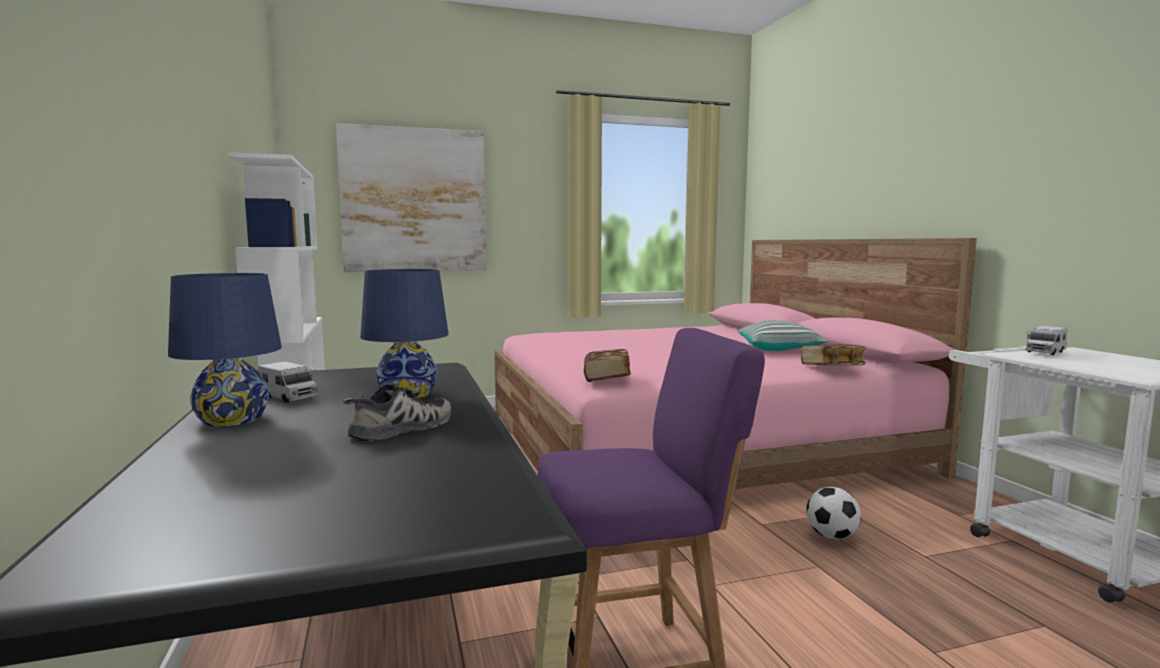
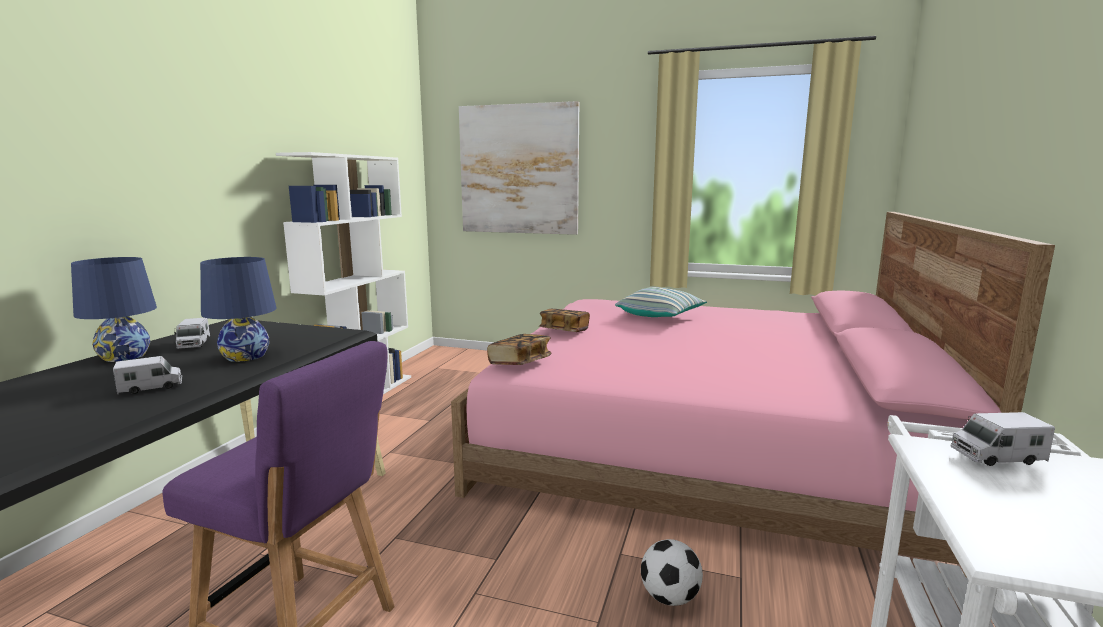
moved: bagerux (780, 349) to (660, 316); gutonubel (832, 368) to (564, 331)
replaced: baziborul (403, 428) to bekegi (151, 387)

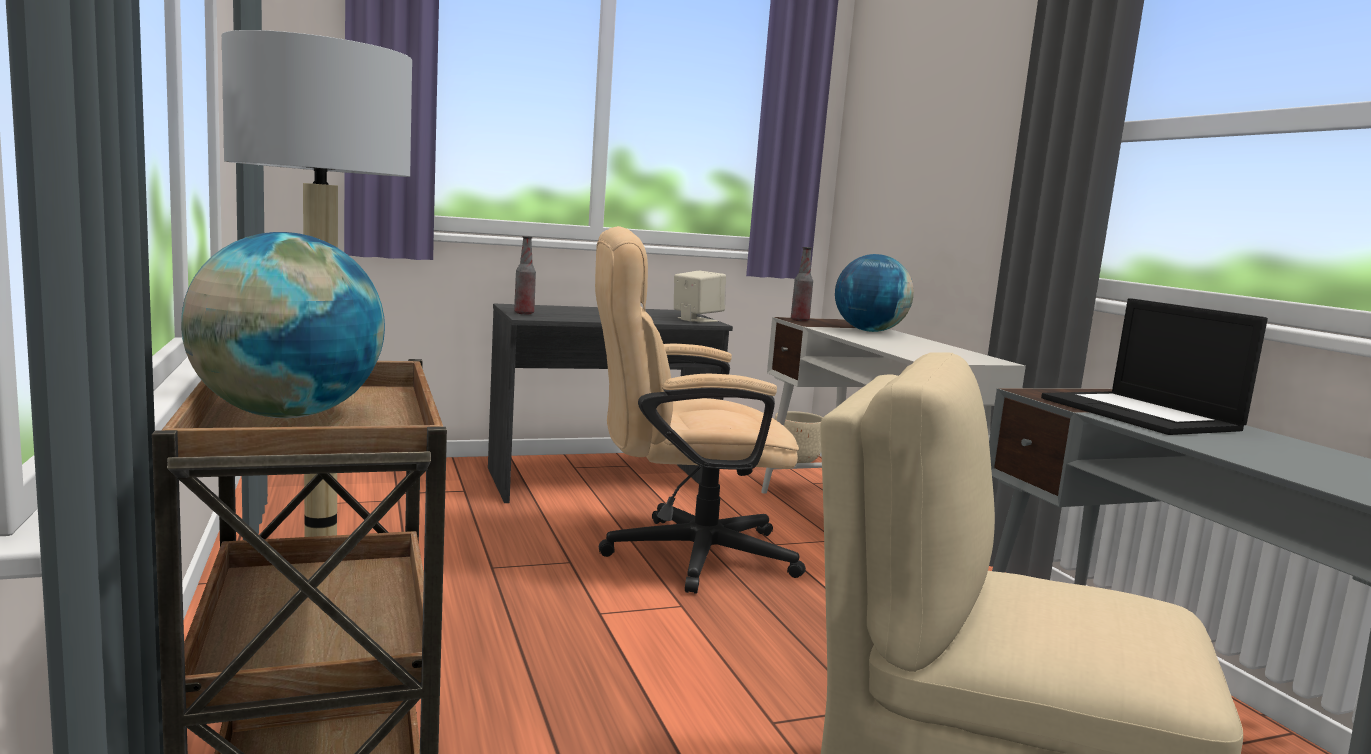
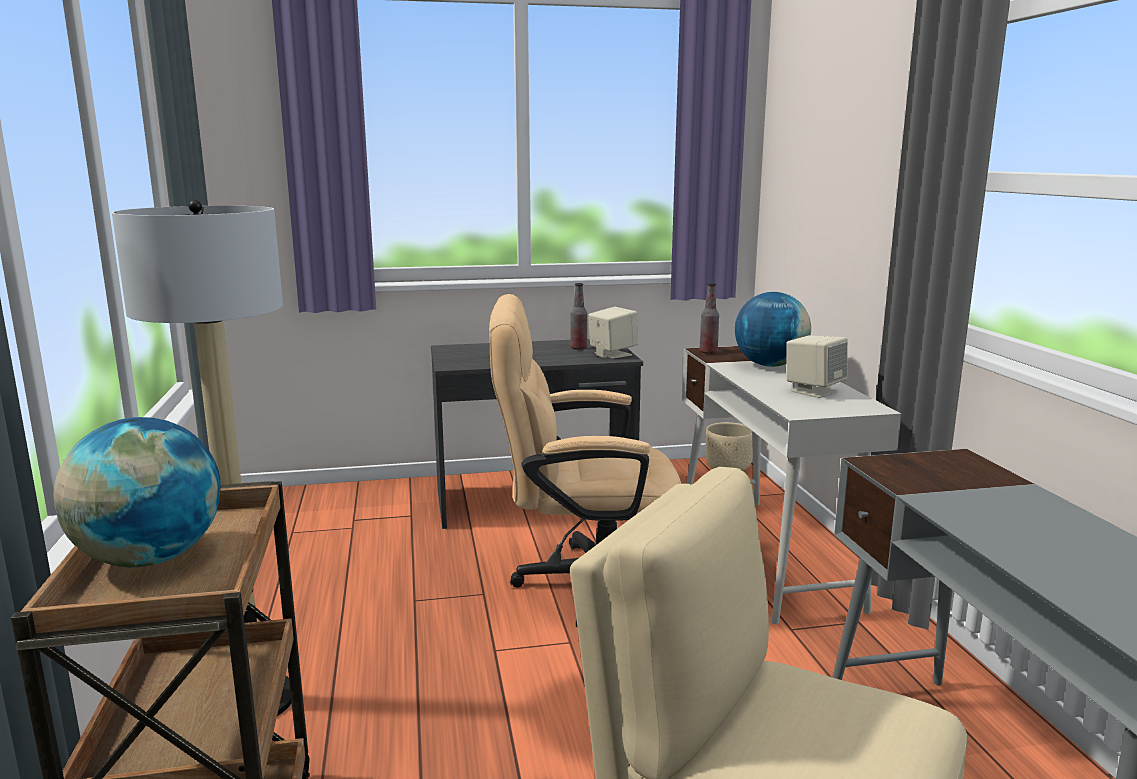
removed: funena (1142, 414)
added: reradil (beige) (814, 391)
moved: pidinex (524, 313) to (578, 348)

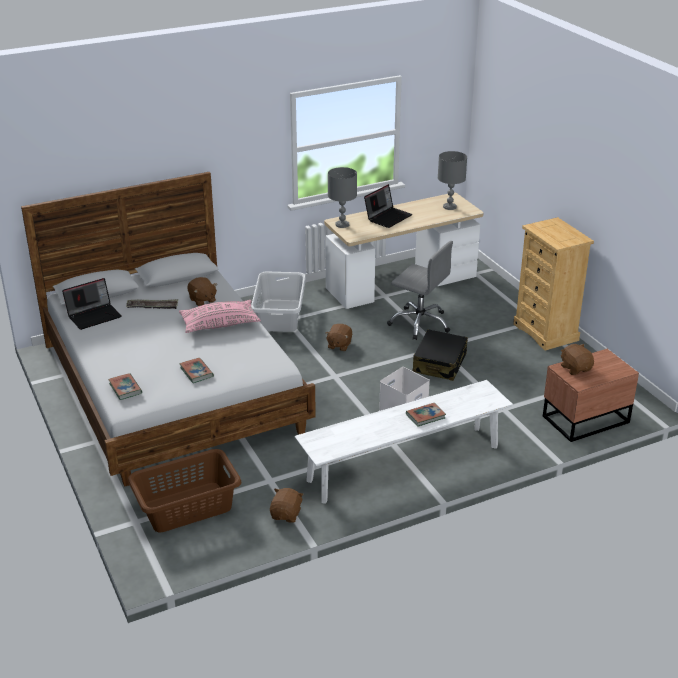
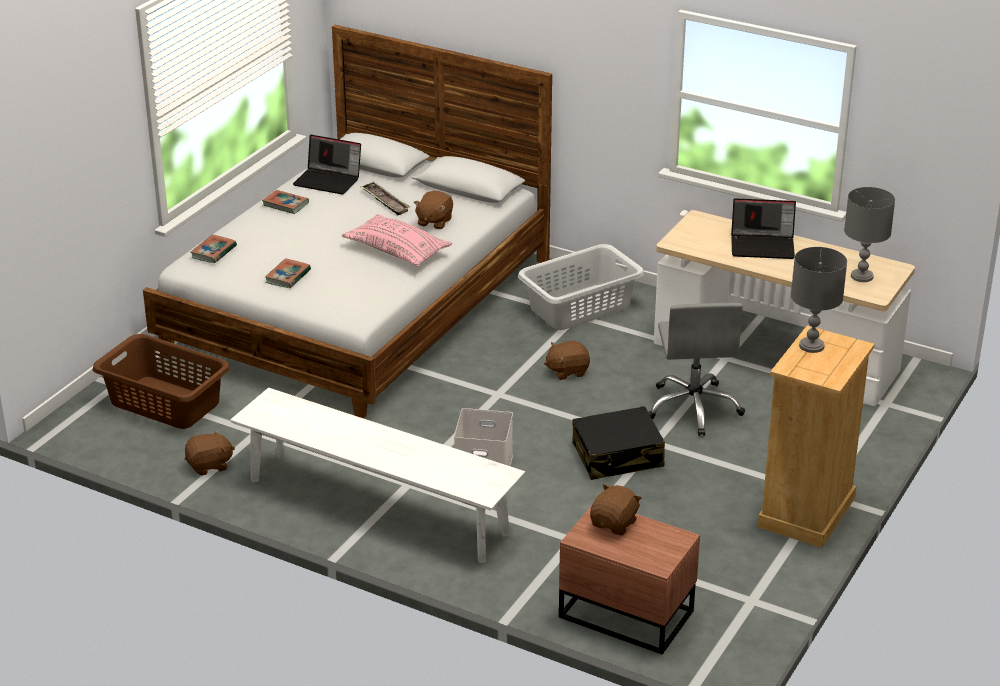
moved: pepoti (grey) (342, 224) to (811, 345); gutonubel (425, 416) to (285, 204)

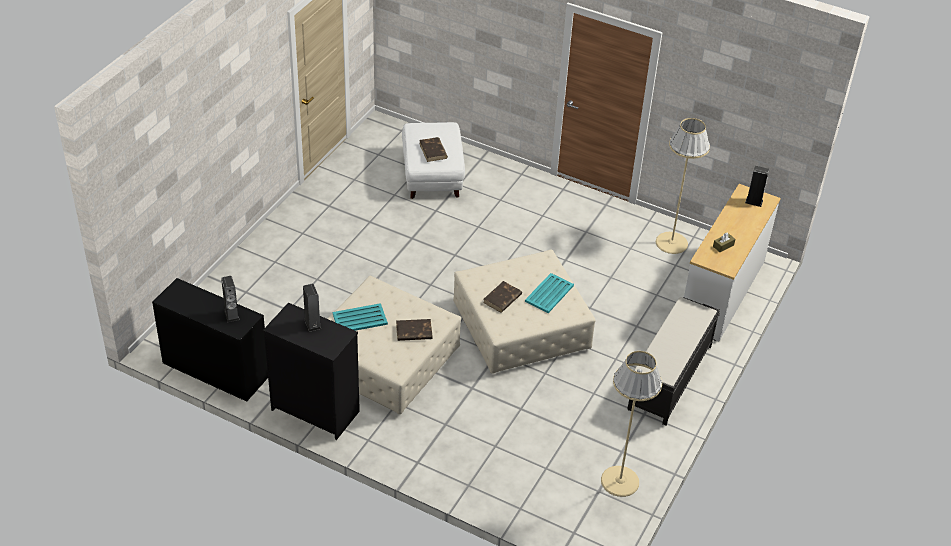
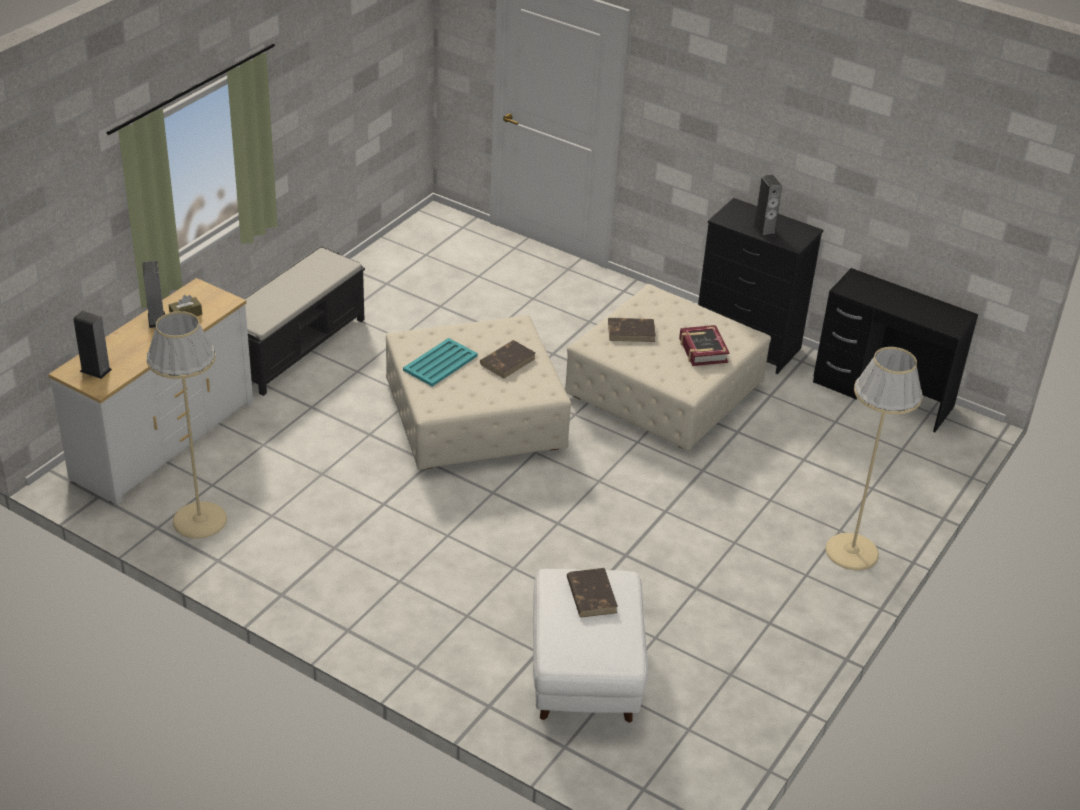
moved: reradil (231, 315) to (157, 320); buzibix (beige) (619, 481) to (852, 551)
replaced: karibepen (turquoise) (360, 319) to gutonubel (702, 350)

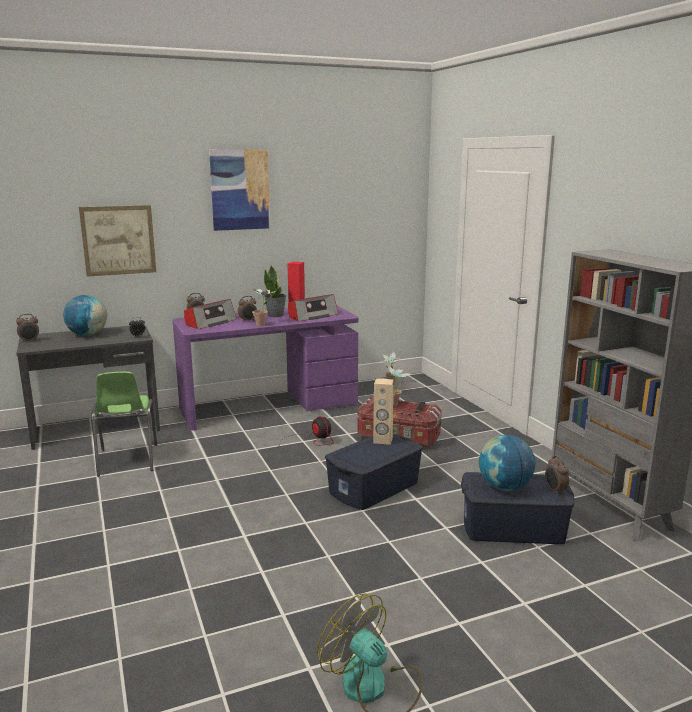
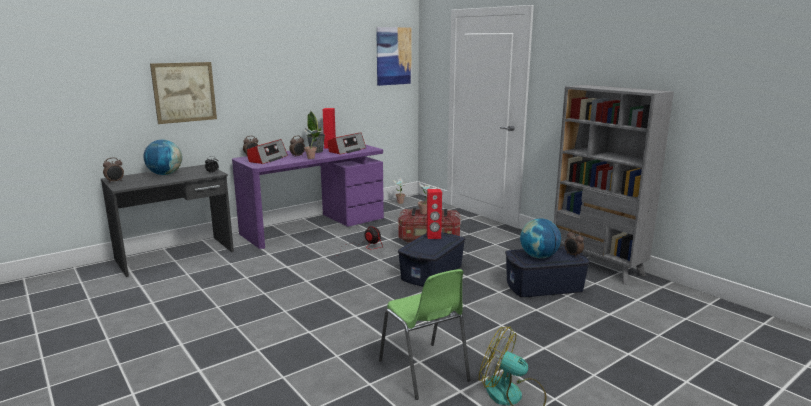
moved: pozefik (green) (127, 460) to (424, 371); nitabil (240, 190) to (393, 56)
recoloured: reradil (beige) (383, 440) to reradil (red) (433, 236)

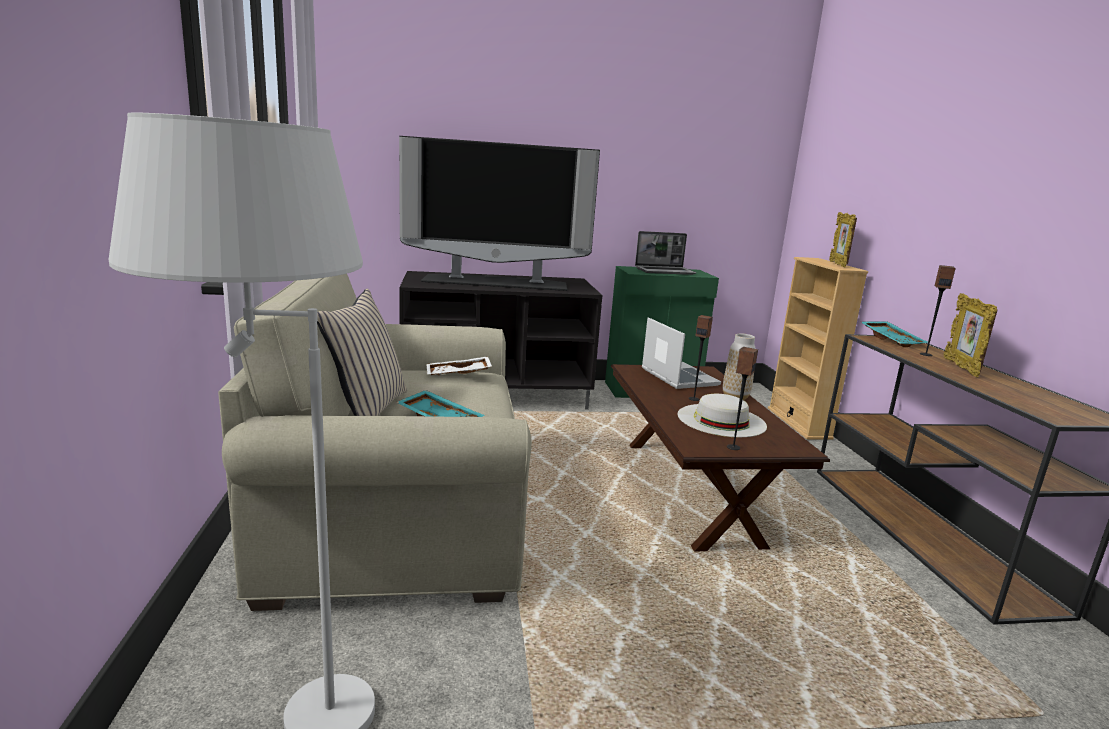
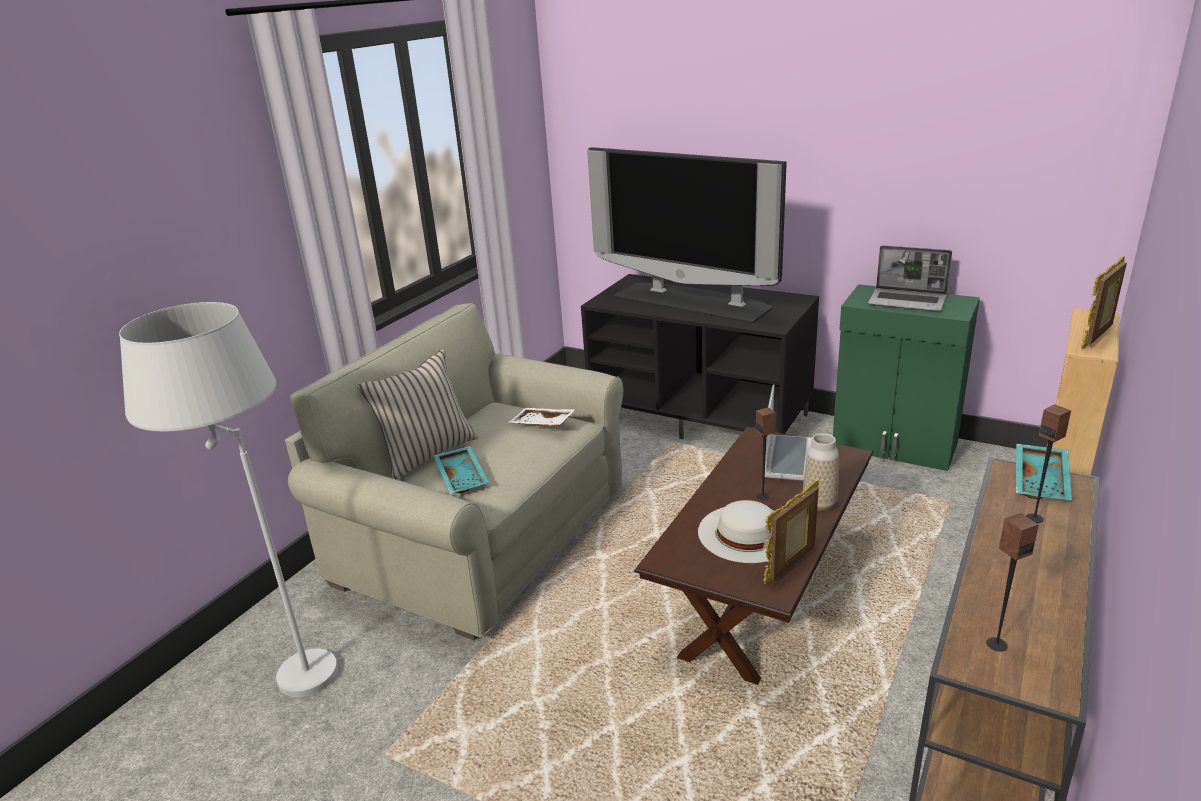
moved: reradil (733, 447) to (996, 644); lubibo (961, 367) to (791, 565)

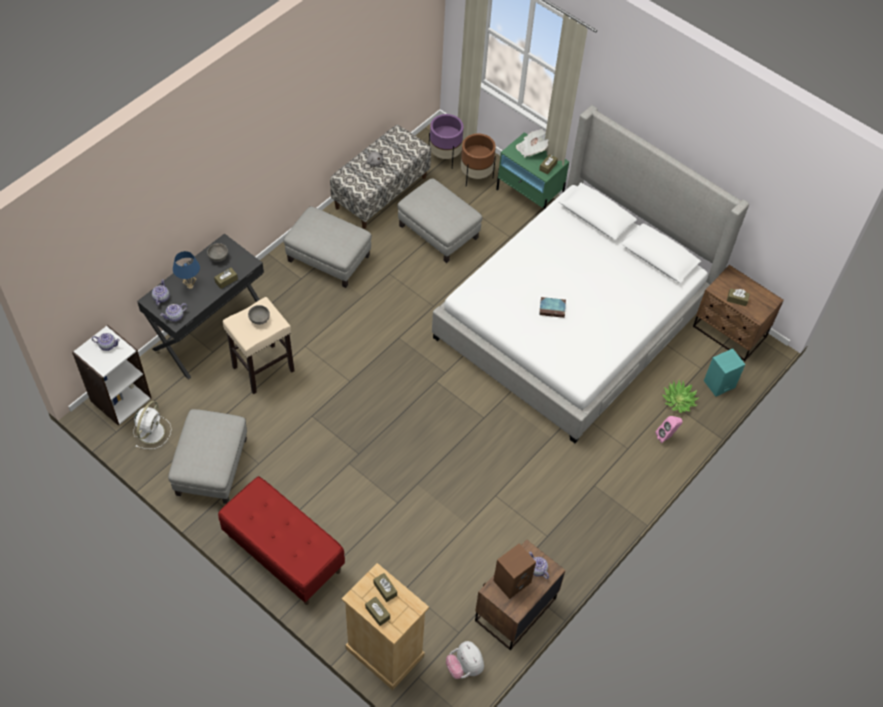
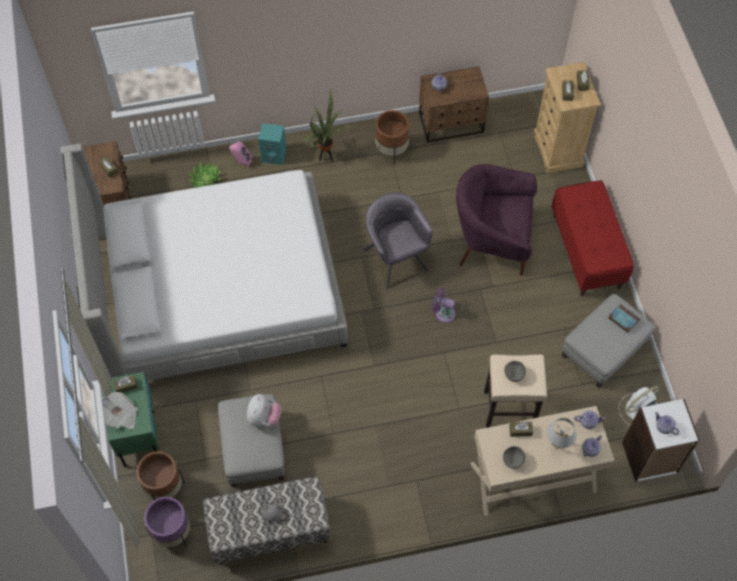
removed: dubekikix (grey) (329, 258); reradil (brown) (512, 580)
added: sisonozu (326, 157); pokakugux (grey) (396, 259); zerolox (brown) (391, 150); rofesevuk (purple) (443, 313); pokakugux (purple) (493, 240)
moved: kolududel (464, 667) to (264, 418); gutonubel (553, 308) to (622, 319); reradil (turquoise) (719, 385) to (274, 155)
recoloured: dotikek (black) (210, 330) to dotikek (beige) (533, 478); pepoti (blue) (190, 286) to pepoti (white) (557, 445)

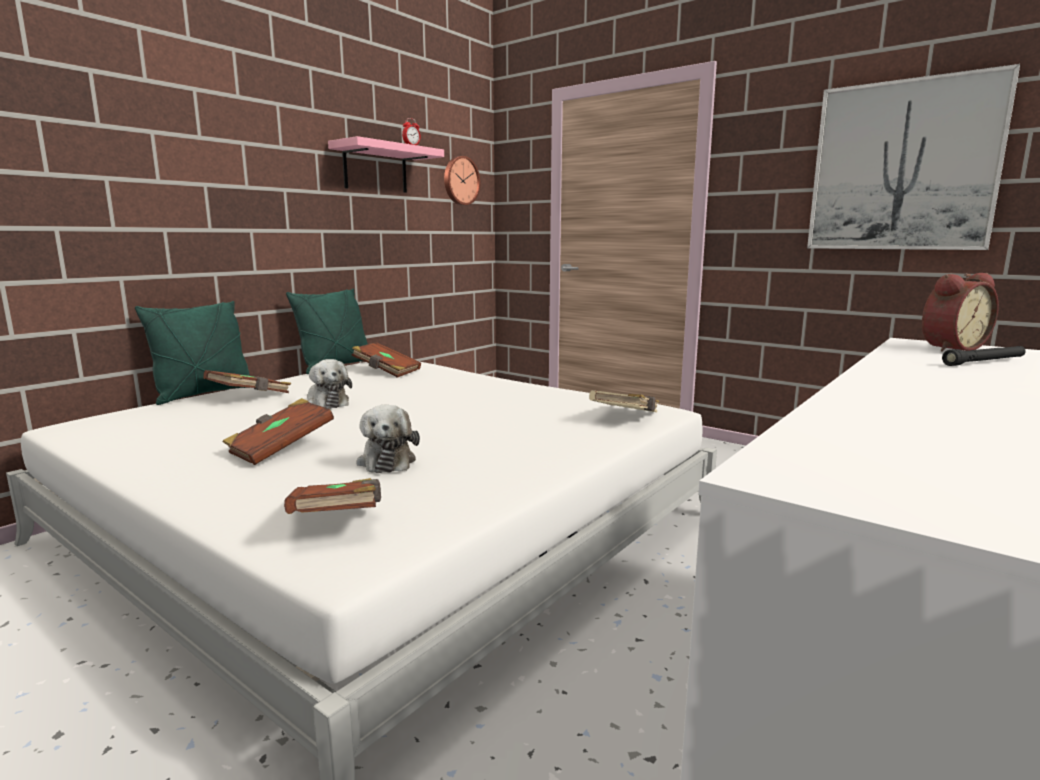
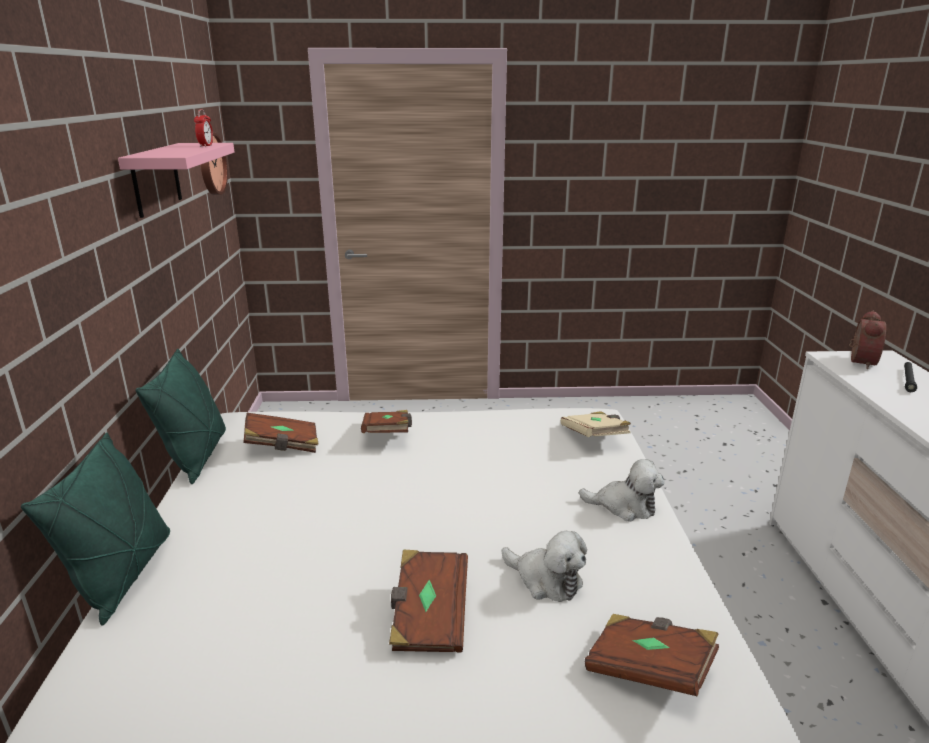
removed: nitabil (903, 166)
moved: gutonubel (brown) (250, 396) to (388, 434); kolududel (326, 402) to (624, 506)

